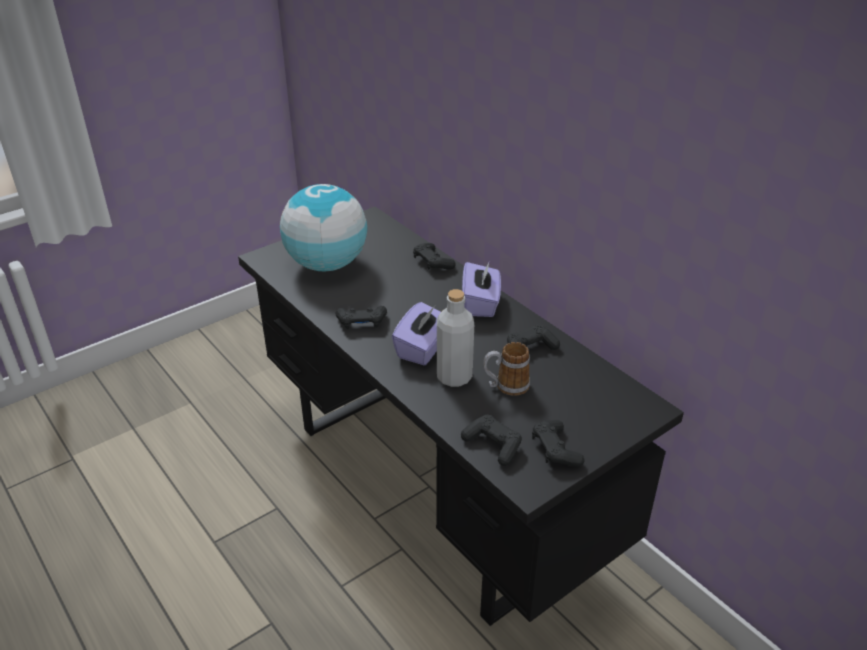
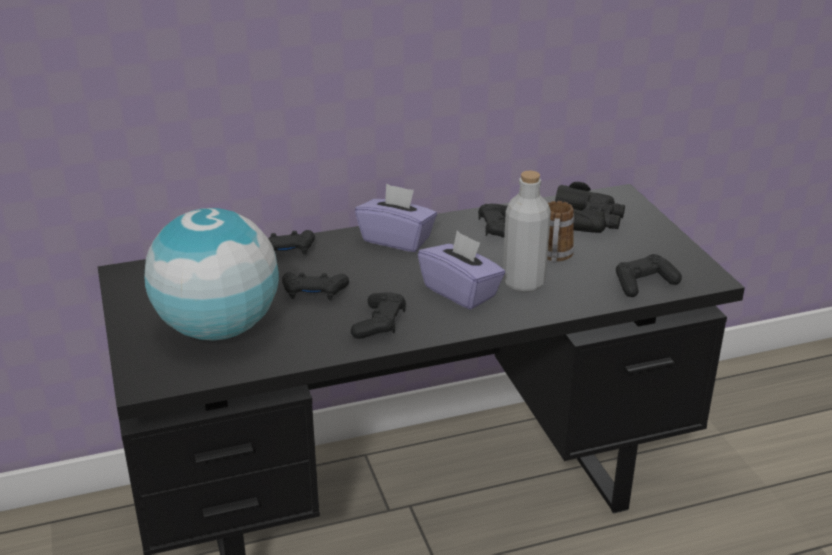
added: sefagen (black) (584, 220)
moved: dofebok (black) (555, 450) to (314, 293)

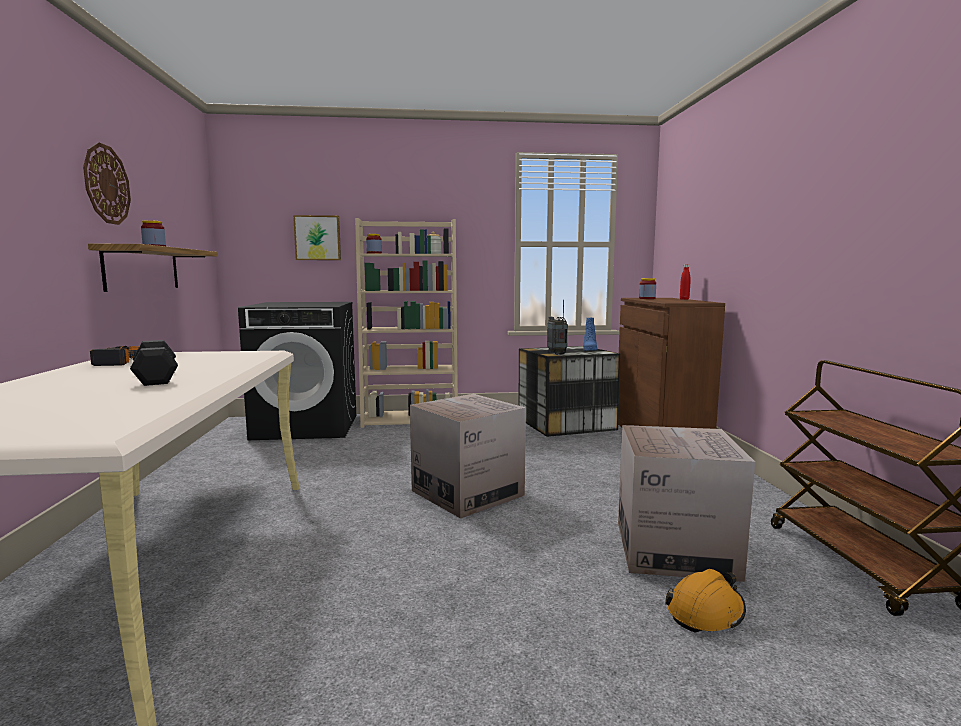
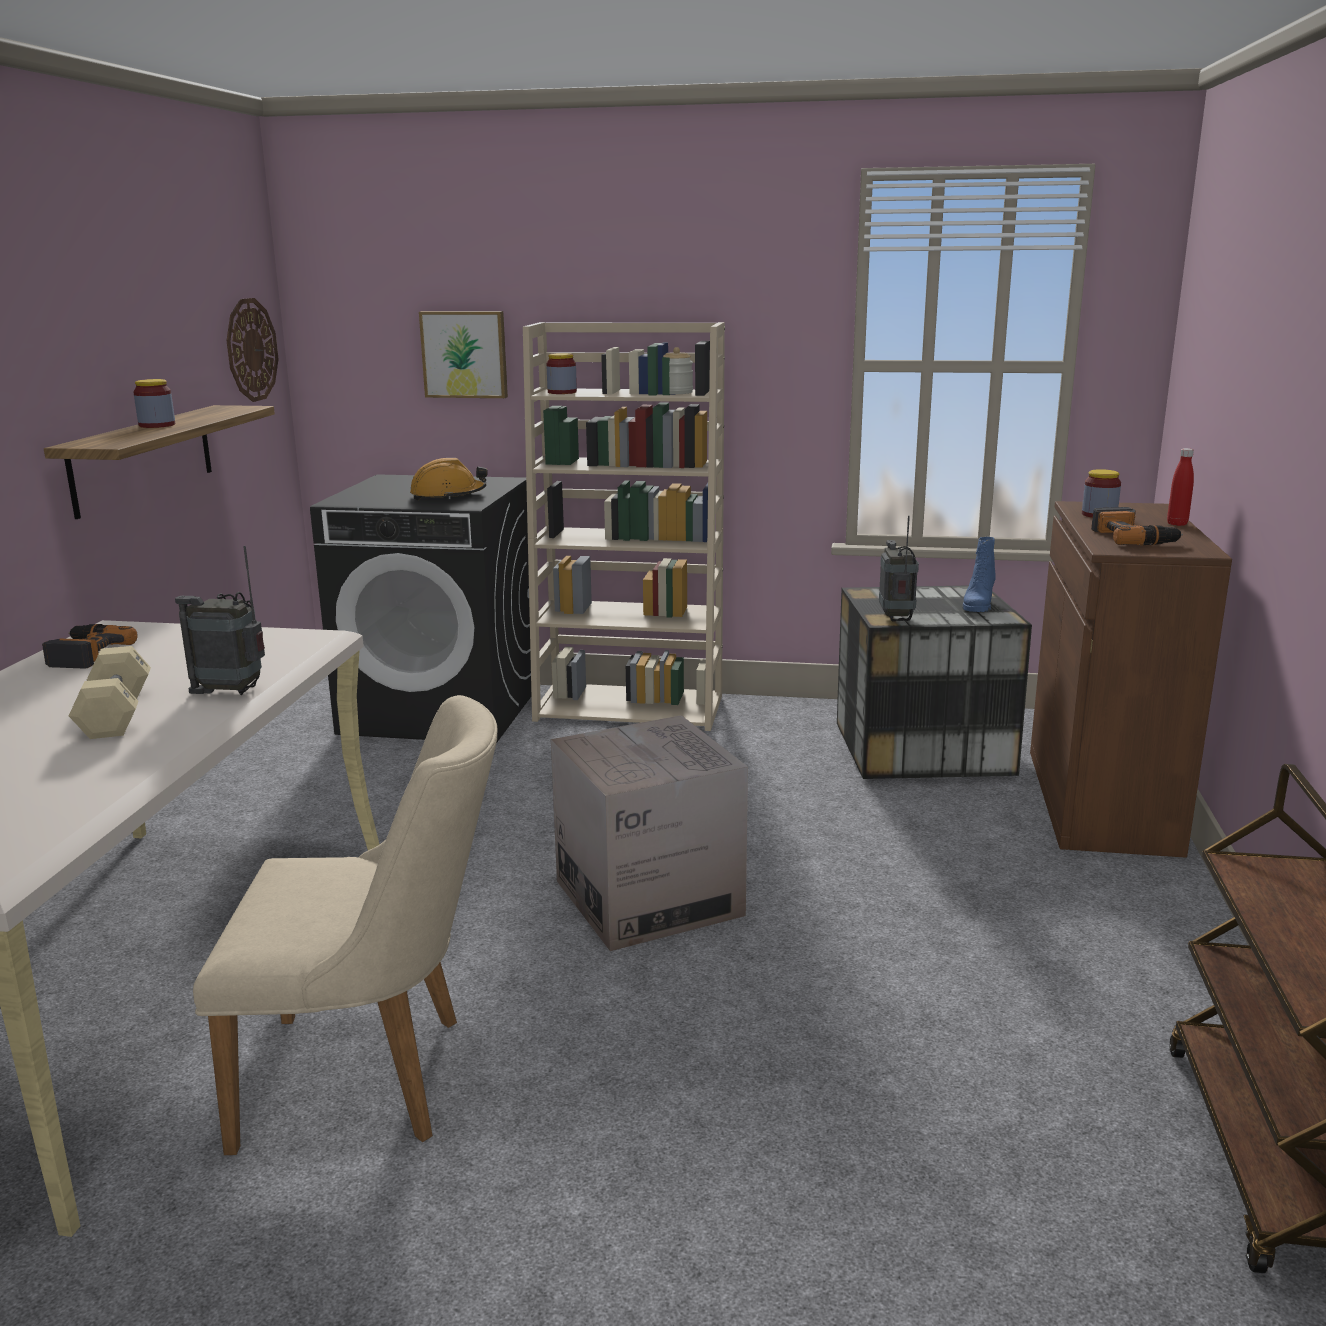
removed: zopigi (675, 549)
added: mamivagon (231, 692); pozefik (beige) (375, 1078); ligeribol (1133, 537)
moved: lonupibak (106, 184) to (251, 350); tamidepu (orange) (706, 612) to (448, 495)
recoloured: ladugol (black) (156, 377) to ladugol (beige) (116, 714)

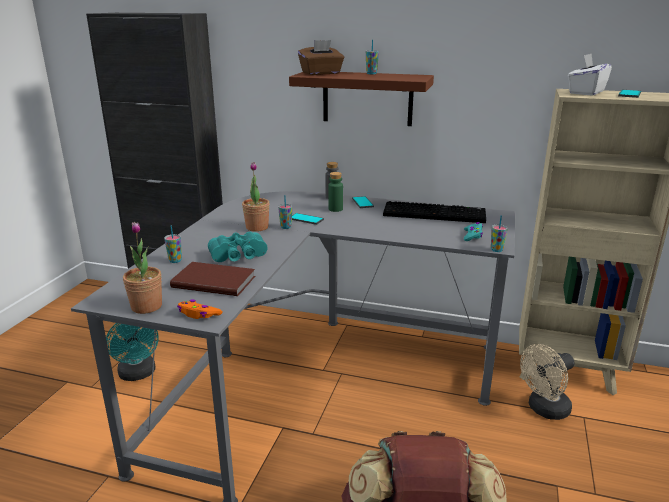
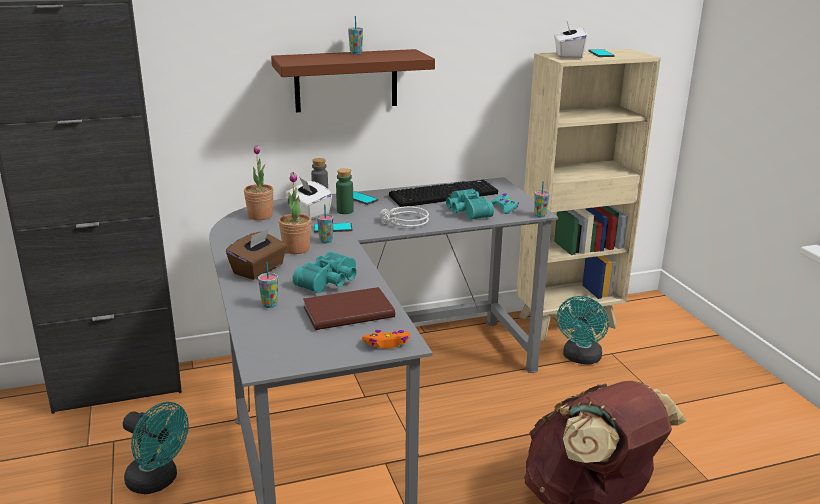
added: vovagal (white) (309, 212); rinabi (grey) (404, 222); sefagen (turquoise) (466, 212)
moved: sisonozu (146, 306) to (260, 216); vovagal (brown) (321, 73) to (259, 270)
recoloured: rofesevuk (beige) (544, 410) to rofesevuk (turquoise) (580, 358)

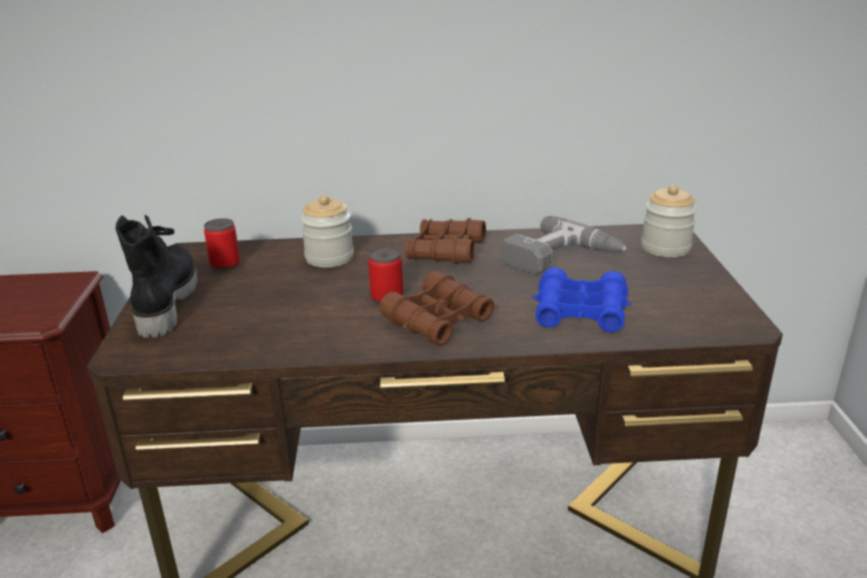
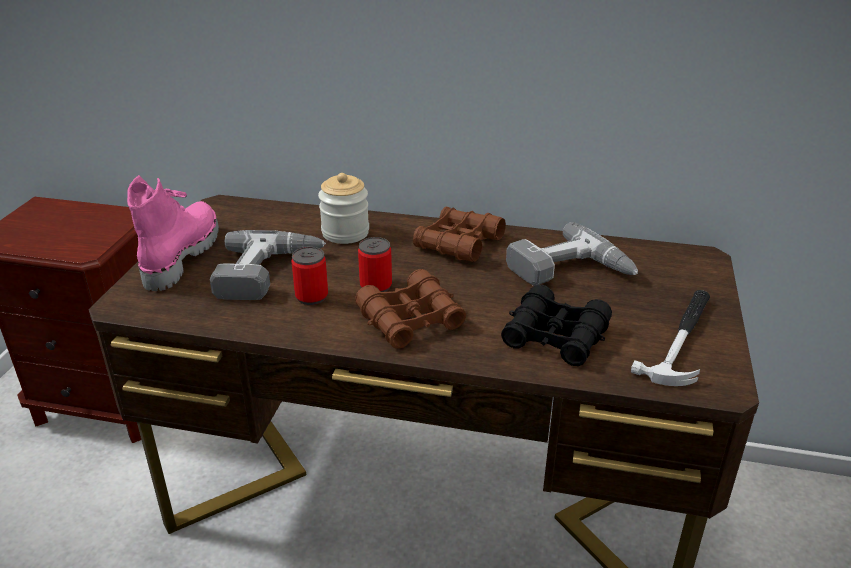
removed: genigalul (665, 248)
added: ligeribol (269, 273); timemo (682, 339)
moved: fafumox (225, 265) to (311, 297)
recoloured: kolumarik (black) (165, 302) to kolumarik (pink) (180, 256); sefagen (blue) (580, 312) to sefagen (black) (555, 336)

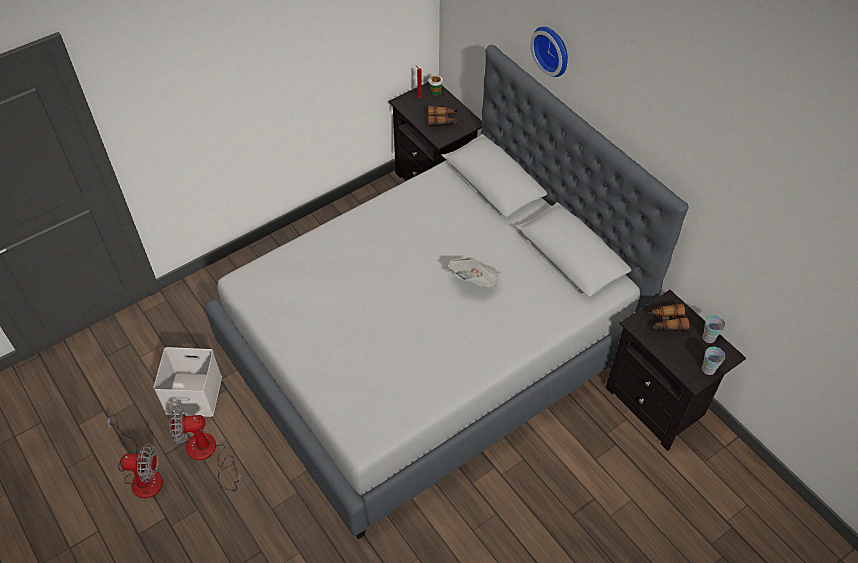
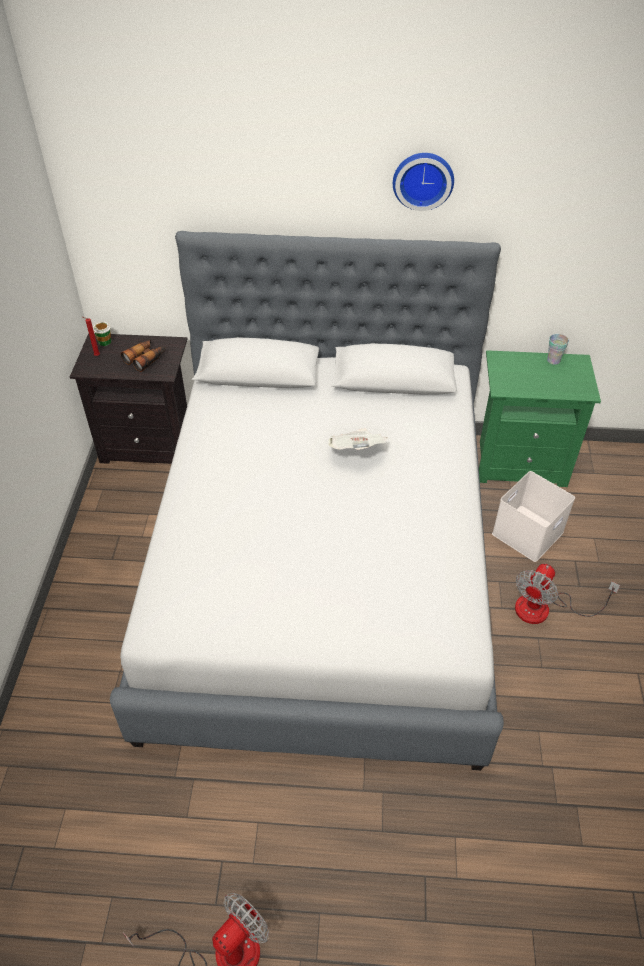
removed: sefagen (665, 322); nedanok (708, 369)
moved: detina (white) (195, 393) to (527, 531); rofesevuk (208, 454) to (544, 609); lonupibak (553, 50) to (423, 179)
recoloured: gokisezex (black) (657, 403) to gokisezex (green) (519, 462)

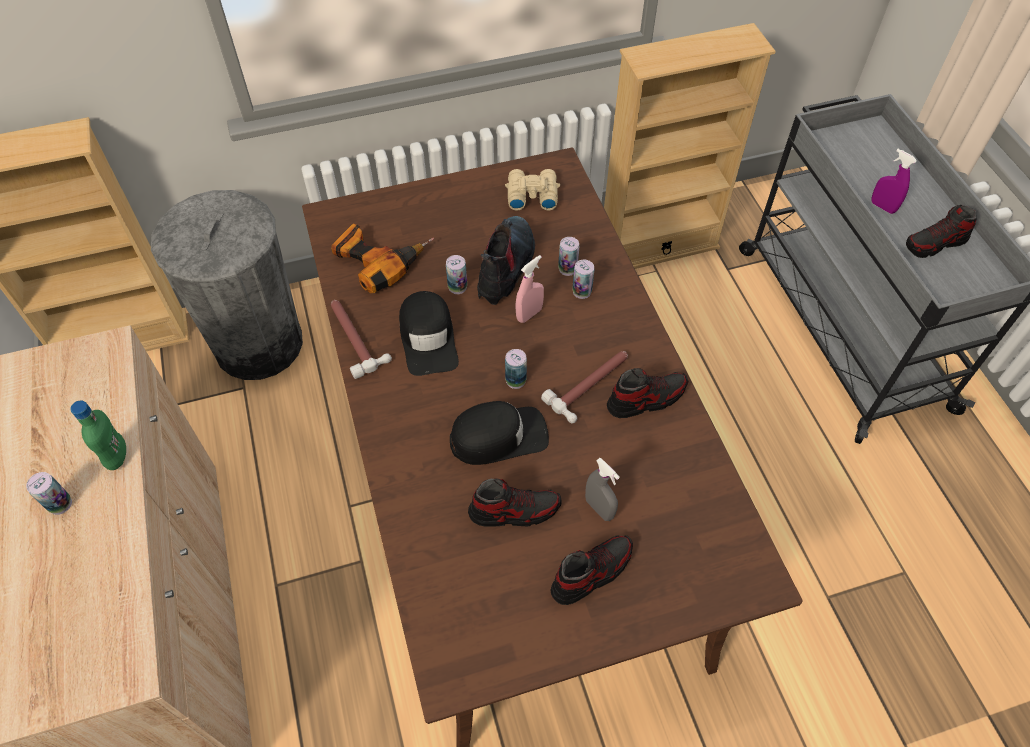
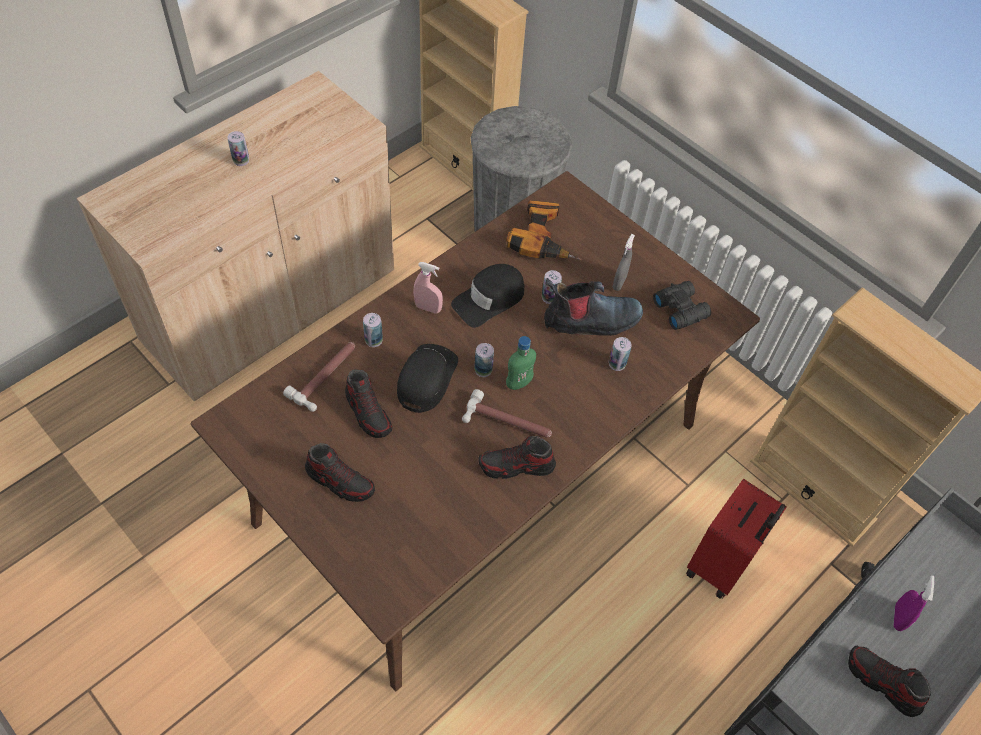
added: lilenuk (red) (721, 565)
moved: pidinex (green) (117, 456) to (519, 383); timemo (355, 337) to (327, 376); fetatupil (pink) (529, 314) to (428, 308); fafumox (582, 291) to (373, 340); fetatupil (grey) (599, 508) to (619, 282)
recoloured: sefagen (beige) (531, 195) to sefagen (black) (680, 308)
turned: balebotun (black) (499, 437) = (426, 378) 120 degrees counterclockwise; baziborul (646, 399) = (516, 466) 135 degrees clockwise

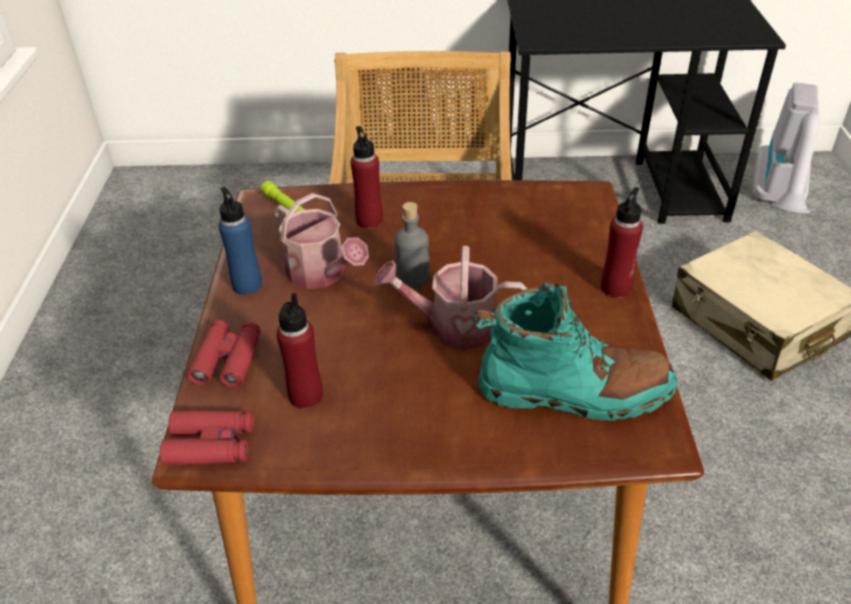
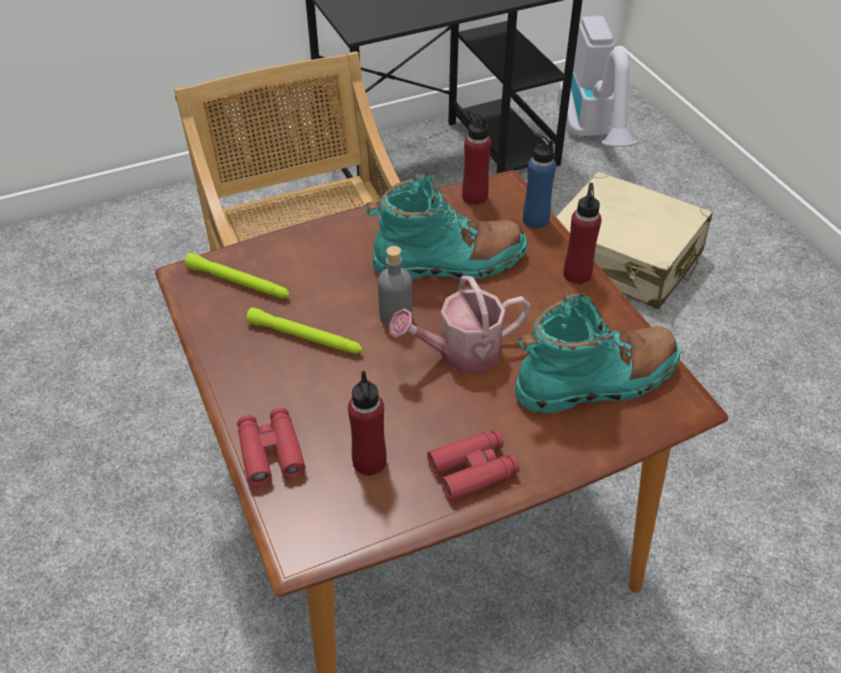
added: kolumarik (turquoise) (449, 262)
moved: sefagen (red) (211, 445) to (473, 470); pidinex (blue) (247, 285) to (535, 220); pidinex (red) (369, 220) to (474, 197)
replaced: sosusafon (322, 274) to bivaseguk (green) (305, 337)

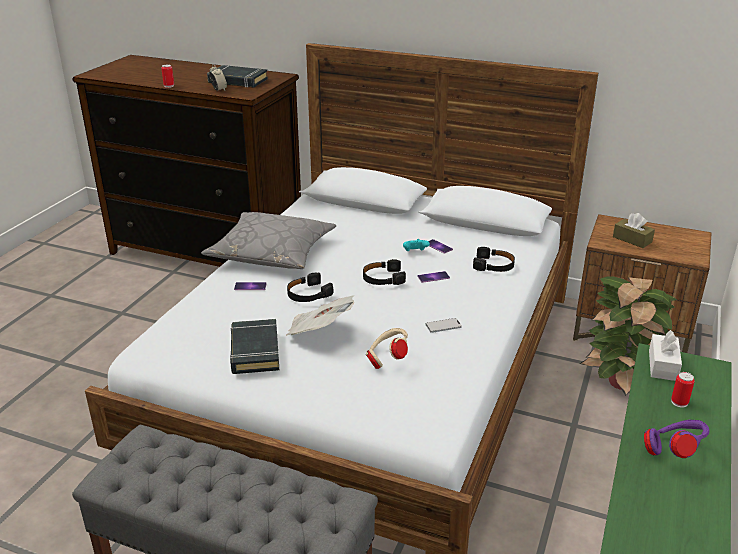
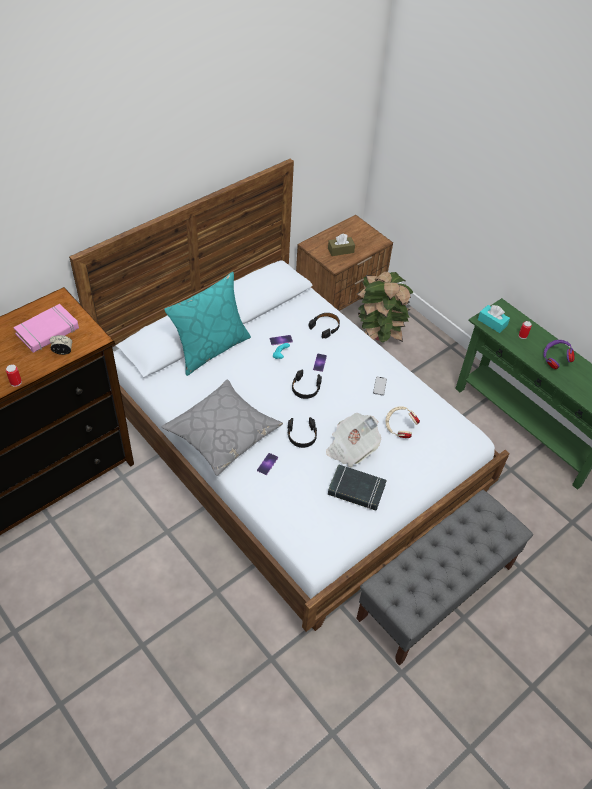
added: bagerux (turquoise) (211, 348)
recoloured: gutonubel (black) (237, 81) to gutonubel (pink) (48, 331); vovagal (white) (662, 365) to vovagal (turquoise) (492, 323)

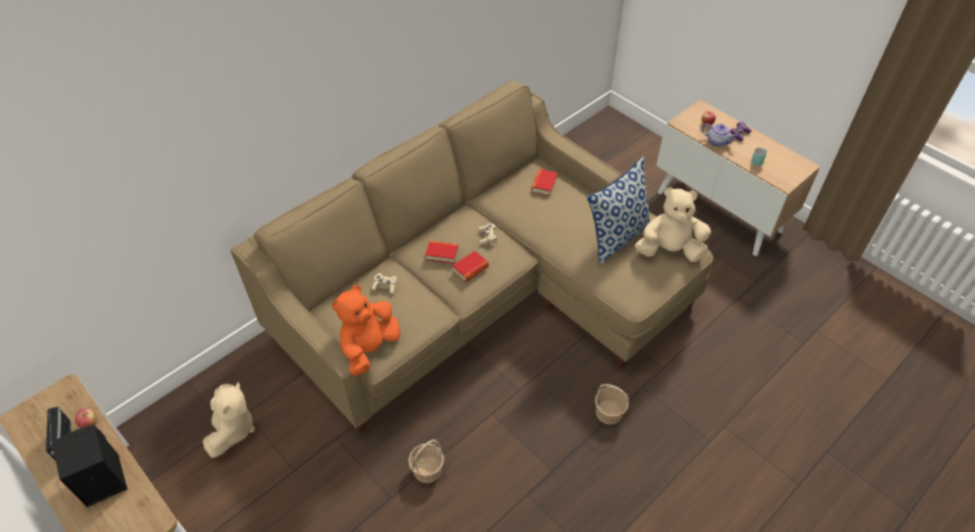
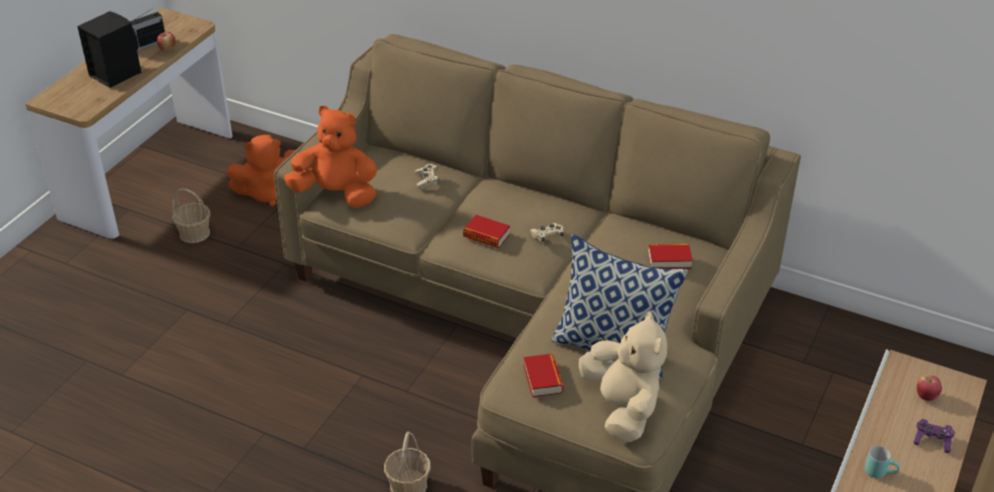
removed: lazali (717, 142)
moved: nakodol (427, 469) to (194, 233); gutonubel (442, 254) to (543, 379)
recoloured: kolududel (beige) (232, 429) to kolududel (orange) (269, 192)

